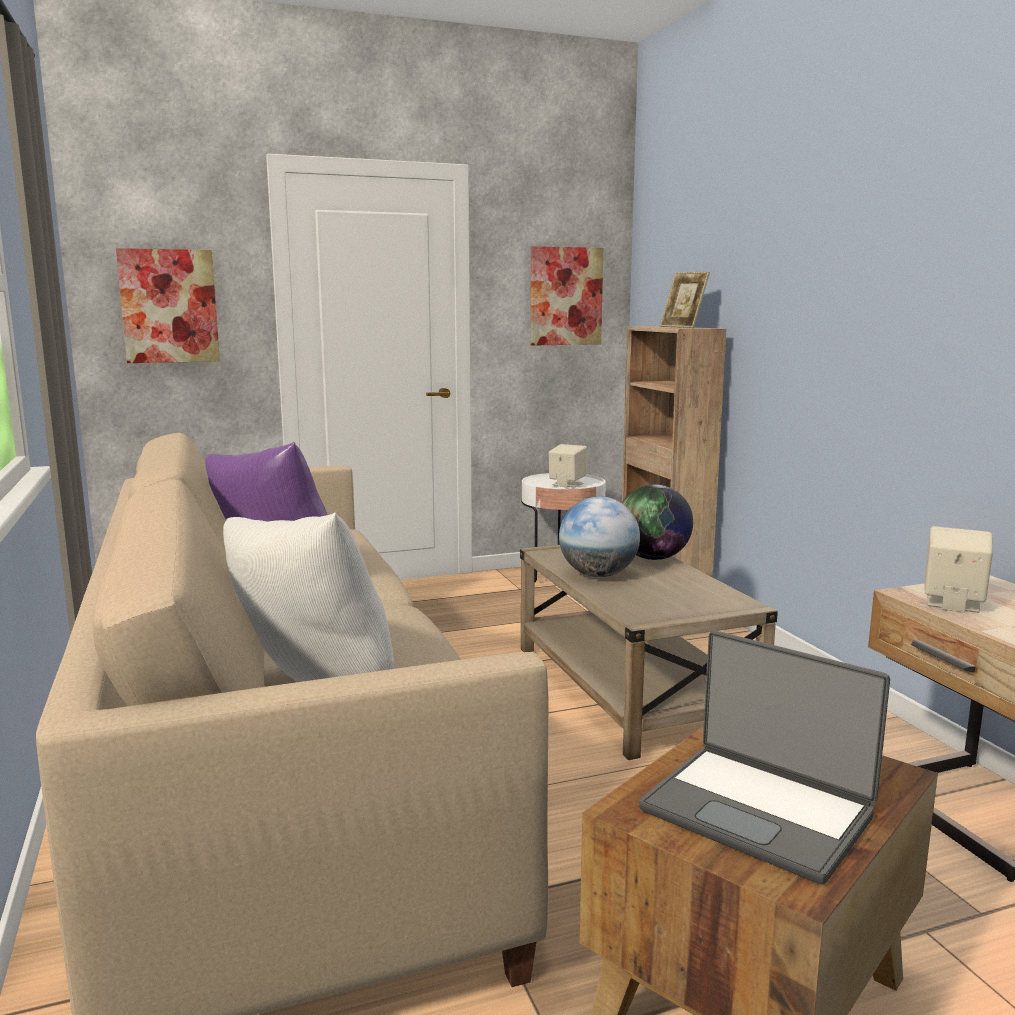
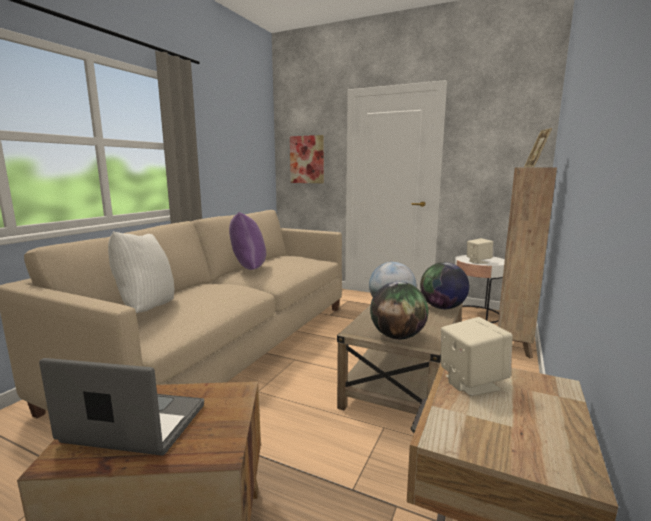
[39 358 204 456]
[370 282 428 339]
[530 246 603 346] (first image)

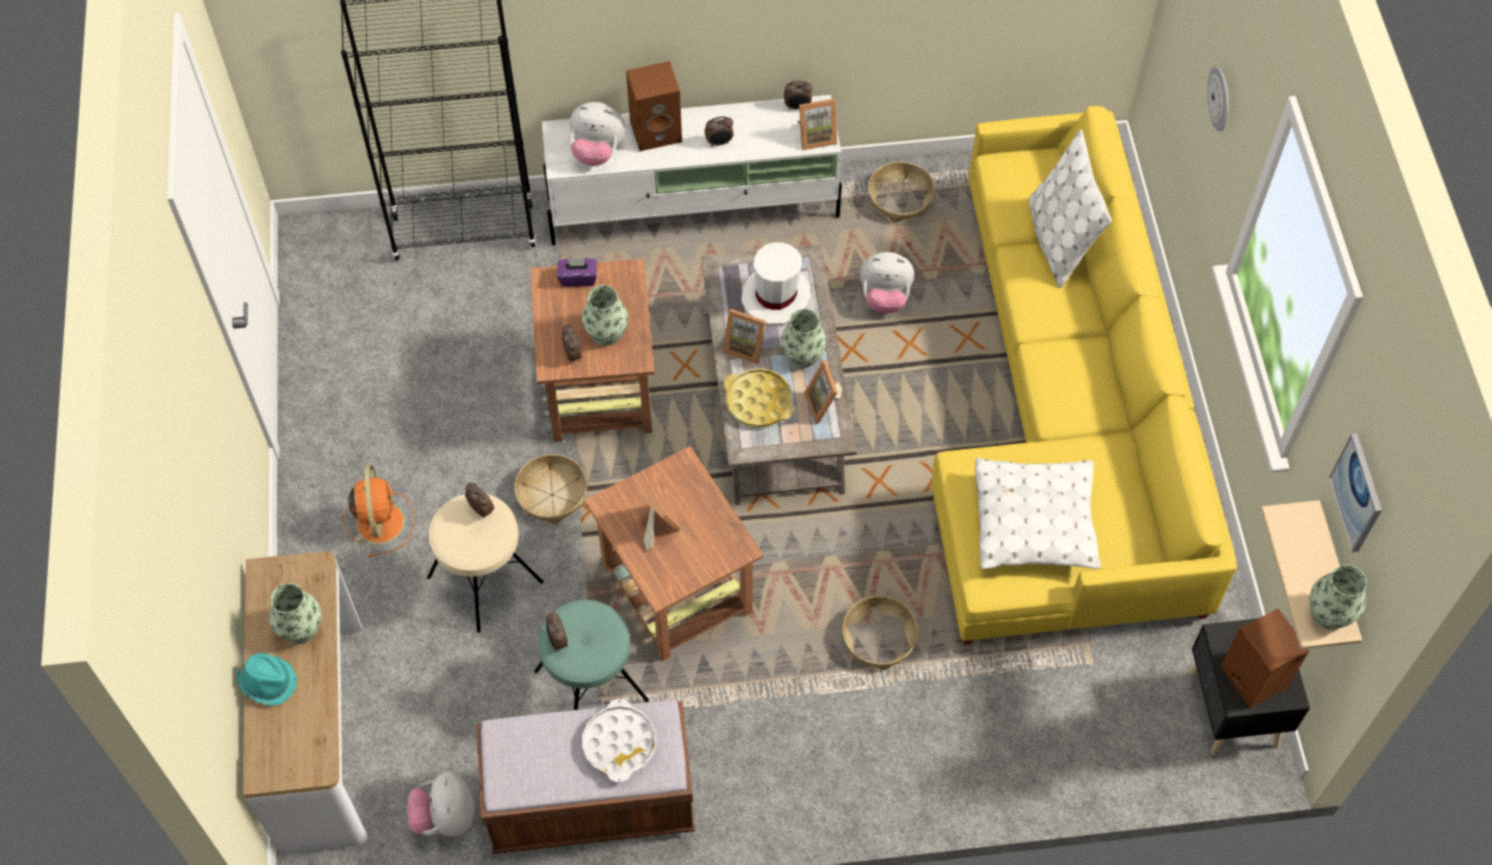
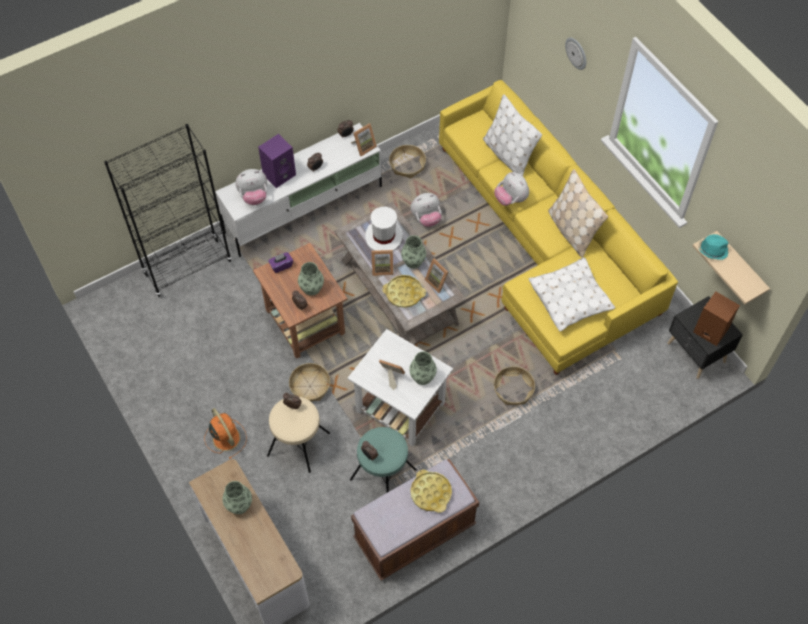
[258 134 296 188]
[347 329 453 447]
[409 352 437 385]
[410 470 452 513]
[494 172 529 206]
[548 169 608 258]
[698 234 728 260]
[1329 433 1382 552] (first image)

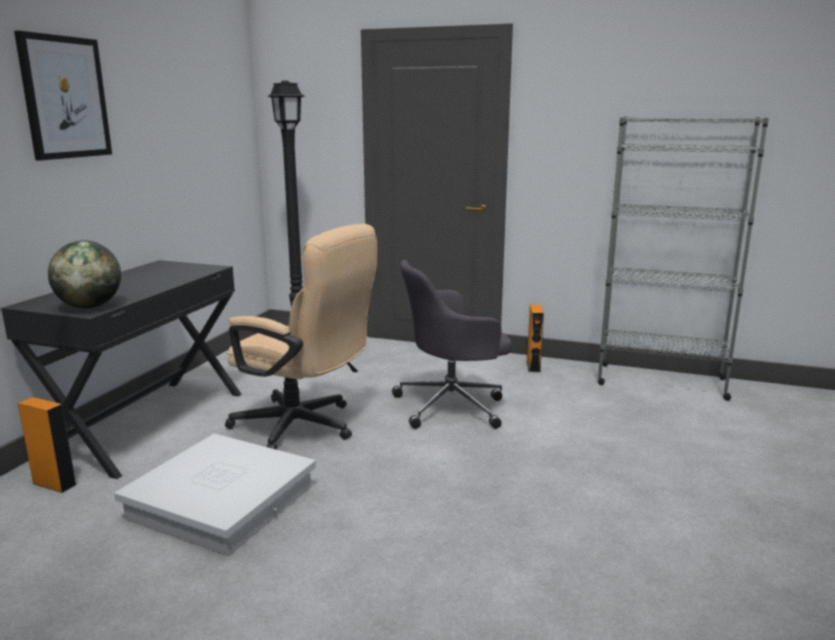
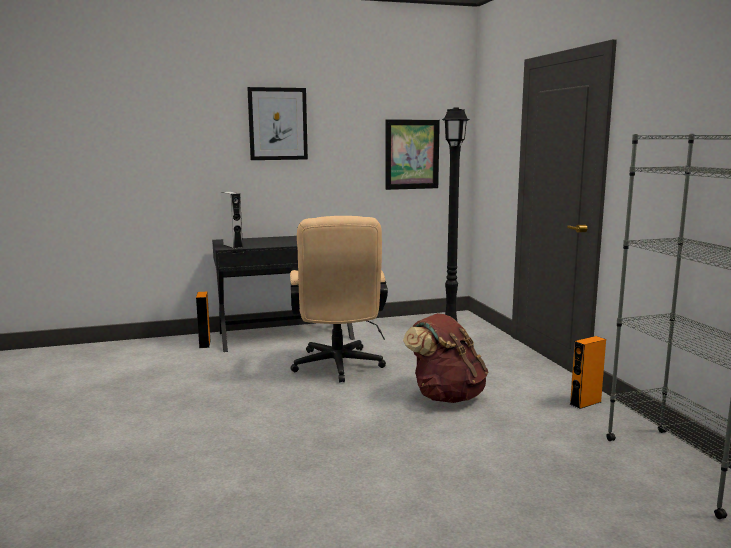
[221 192 243 249]
[385 120 440 190]
[403 313 488 403]
[114 434 316 556] (first image)

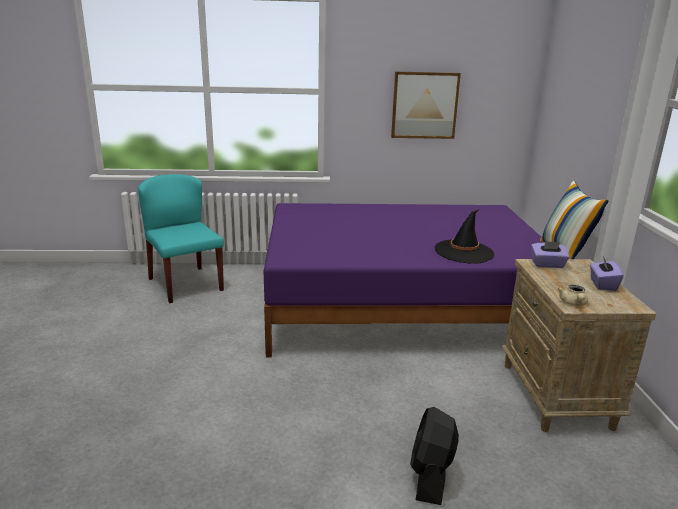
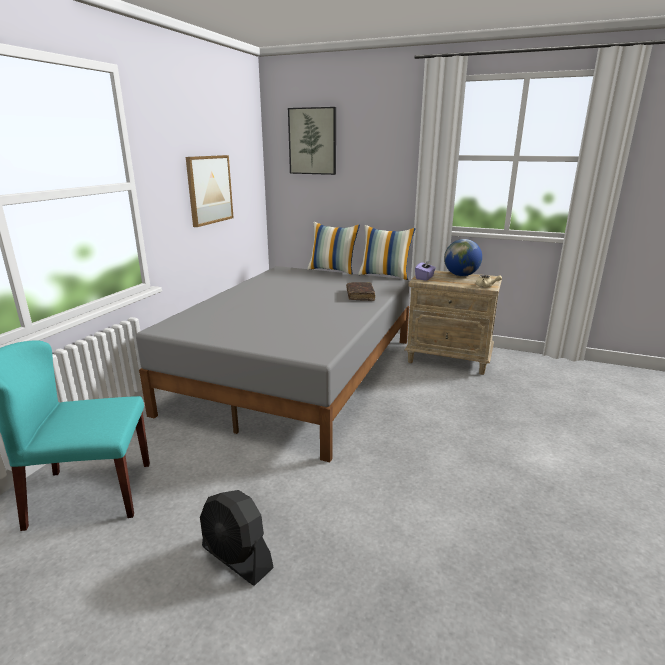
[136 266 409 462]
[200 490 274 586]
[288 107 336 175]
[307 222 360 275]
[346 282 375 301]
[444 239 482 276]

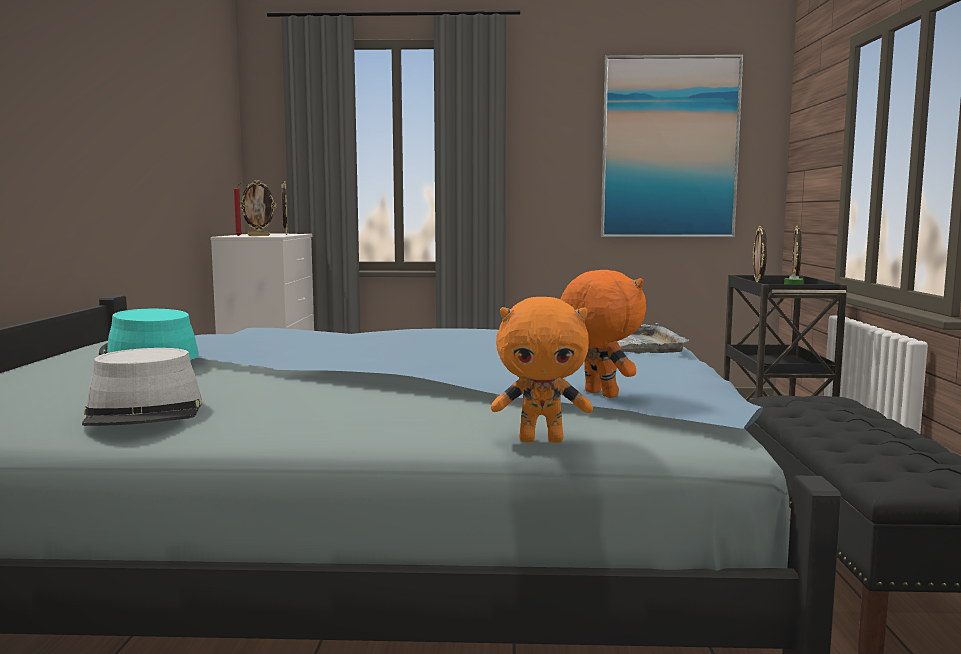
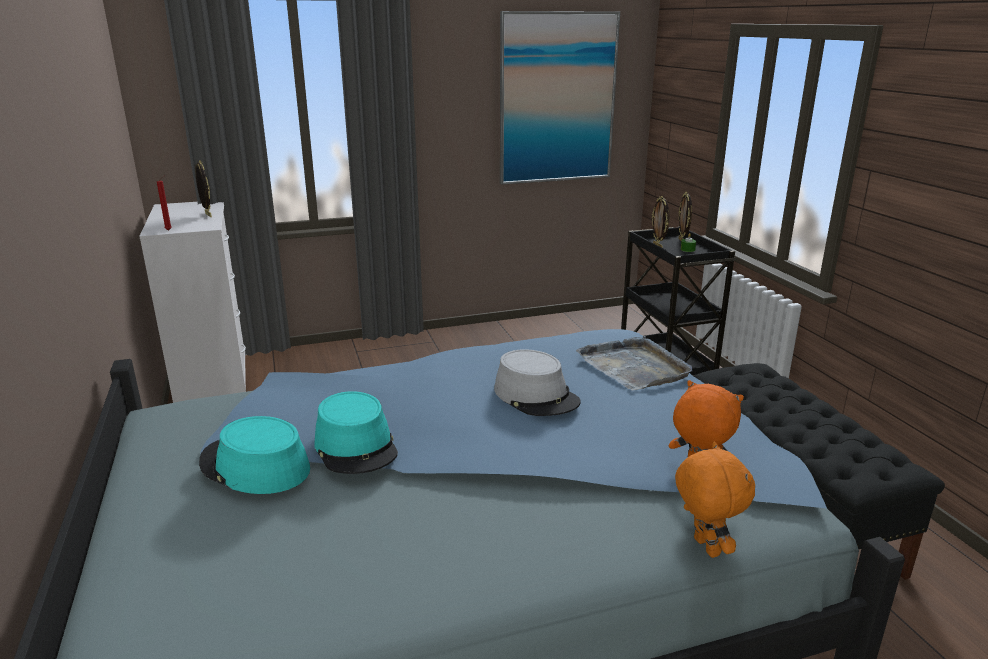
[314 391 398 474]
[494 349 581 416]
[675 442 755 558]
[240 180 277 236] (first image)

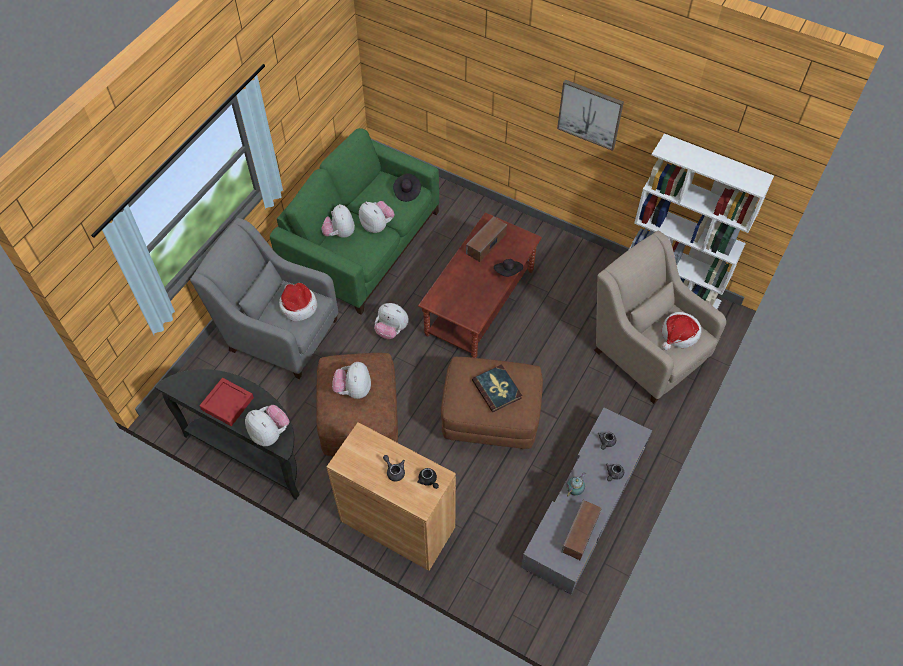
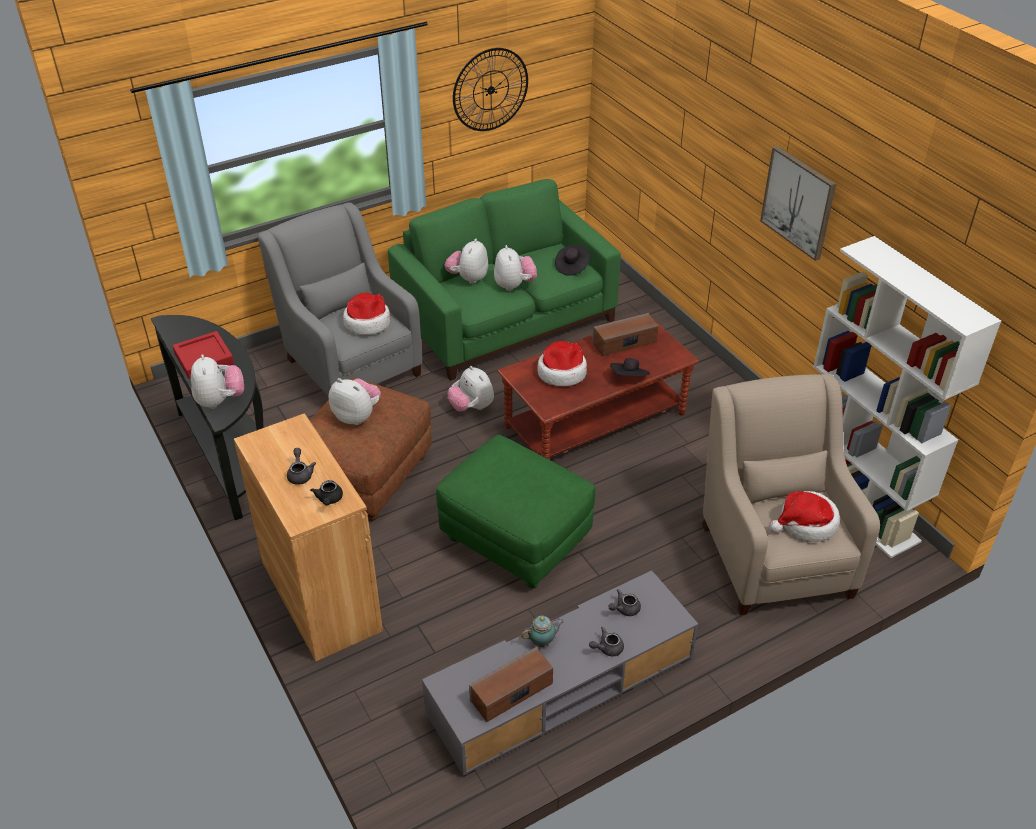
[329 378 381 425]
[436 435 595 588]
[453 48 528 131]
[537 341 587 386]
[472 364 522 412] (first image)

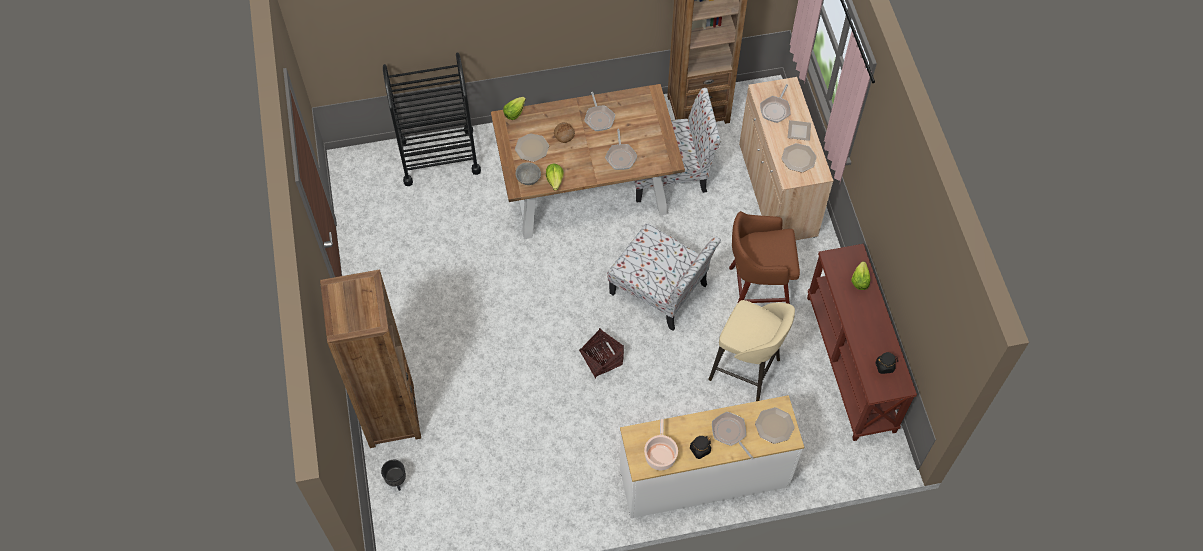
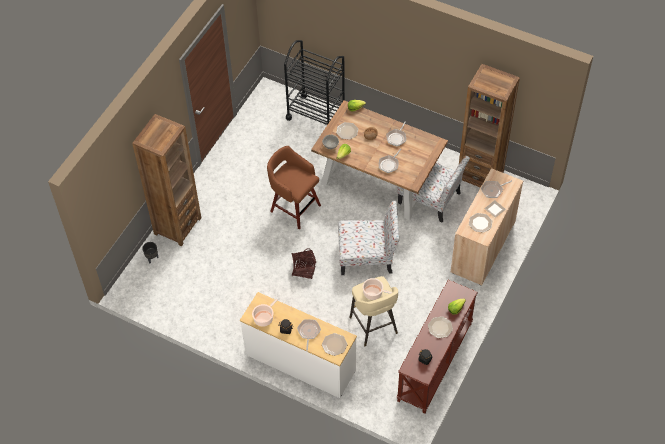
[267 146 321 229]
[338 201 399 275]
[362 278 393 300]
[428 317 453 338]

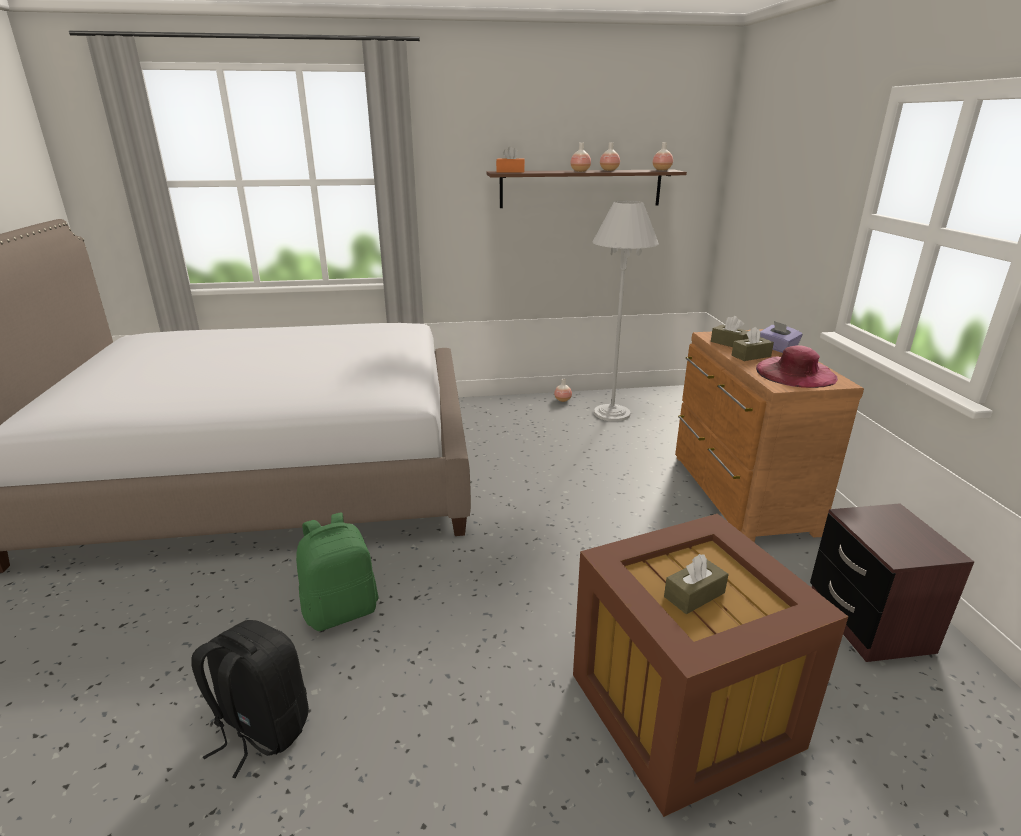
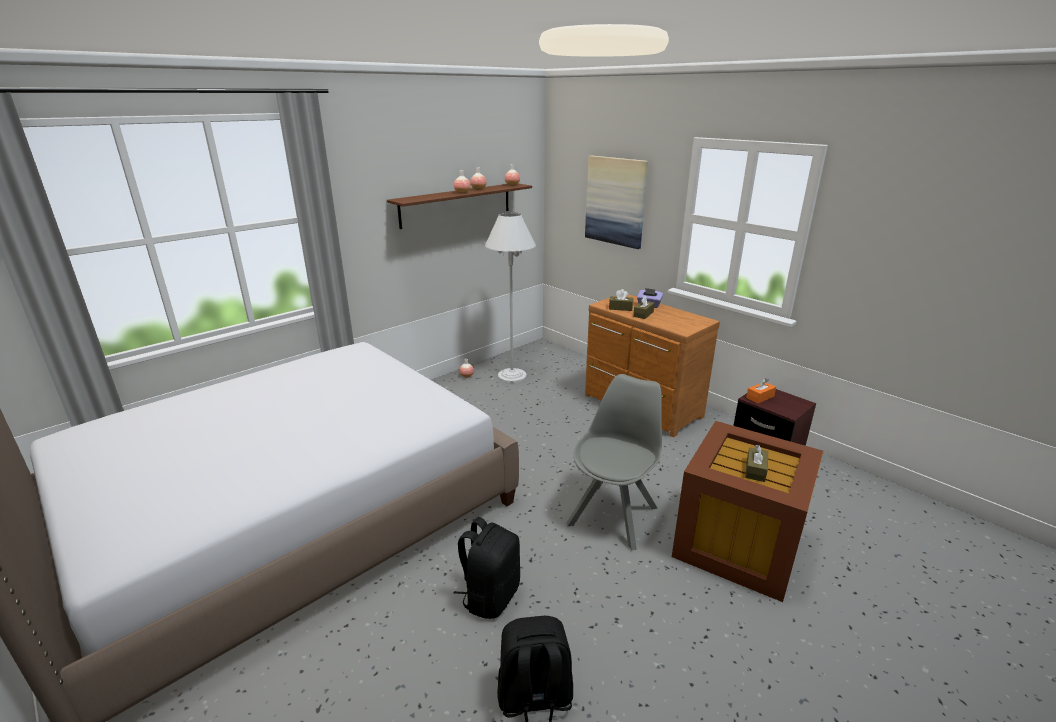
[454 517 520 619]
[566 374 662 550]
[585 156 648 249]
[746 378 776 404]
[756 345 838 388] (first image)

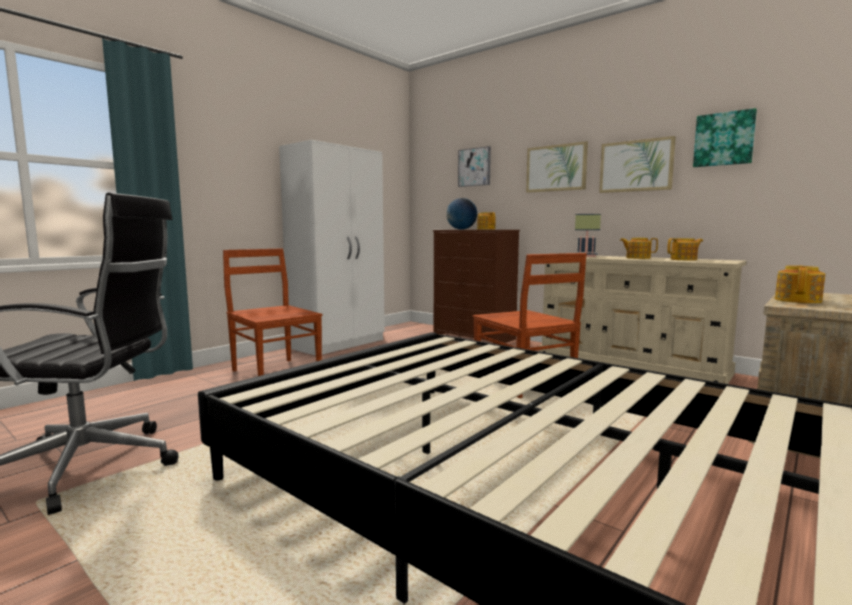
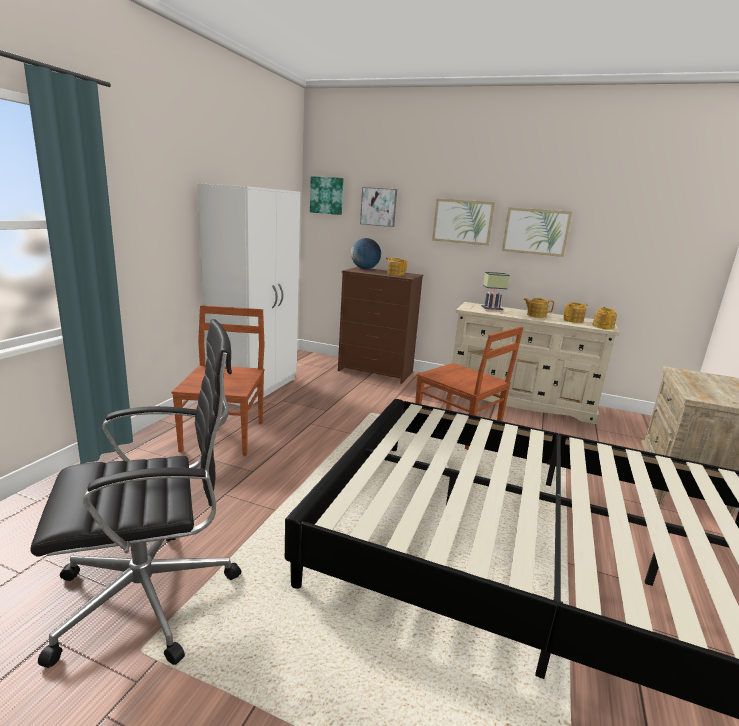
[171 305 265 456]
[310 176 344 215]
[593 307 617 330]

